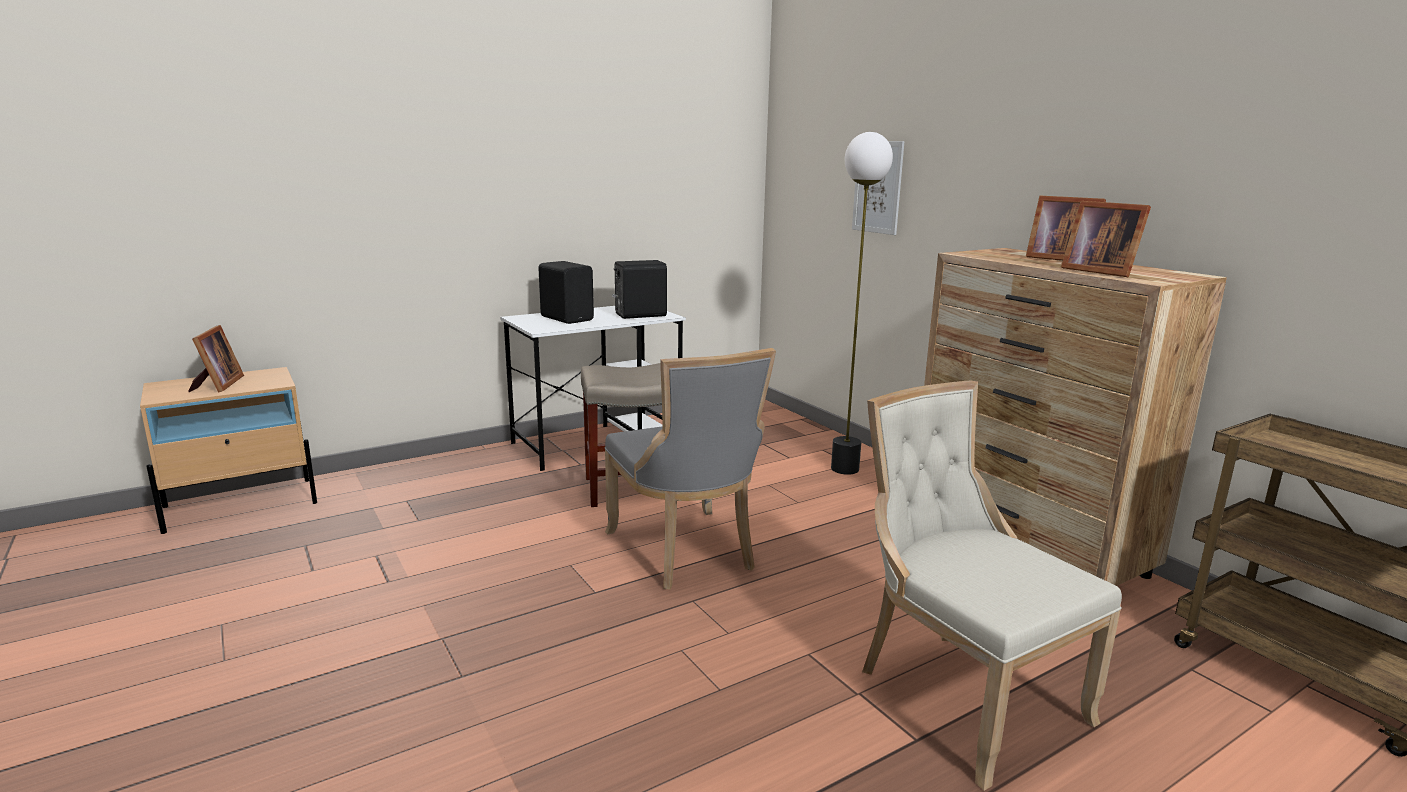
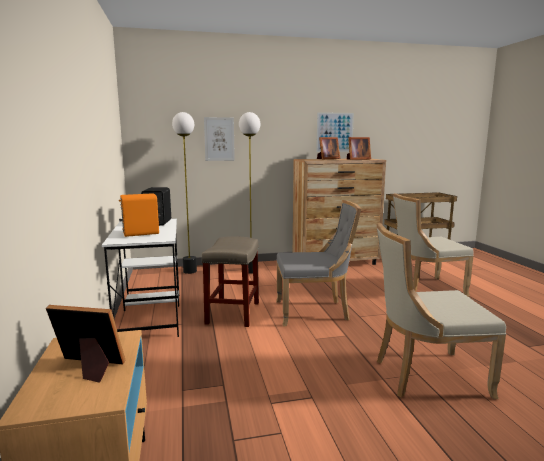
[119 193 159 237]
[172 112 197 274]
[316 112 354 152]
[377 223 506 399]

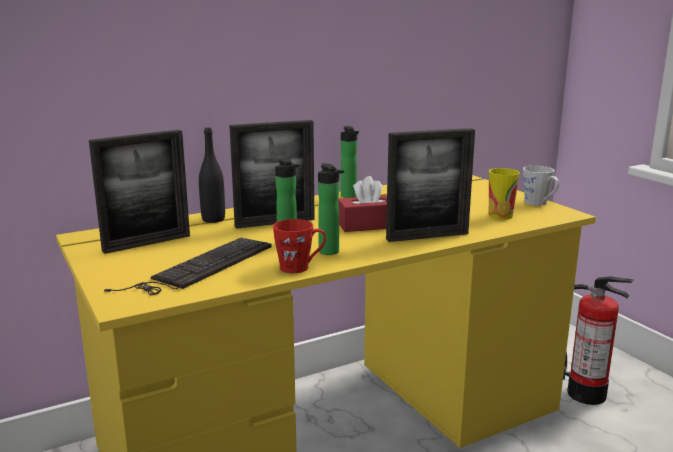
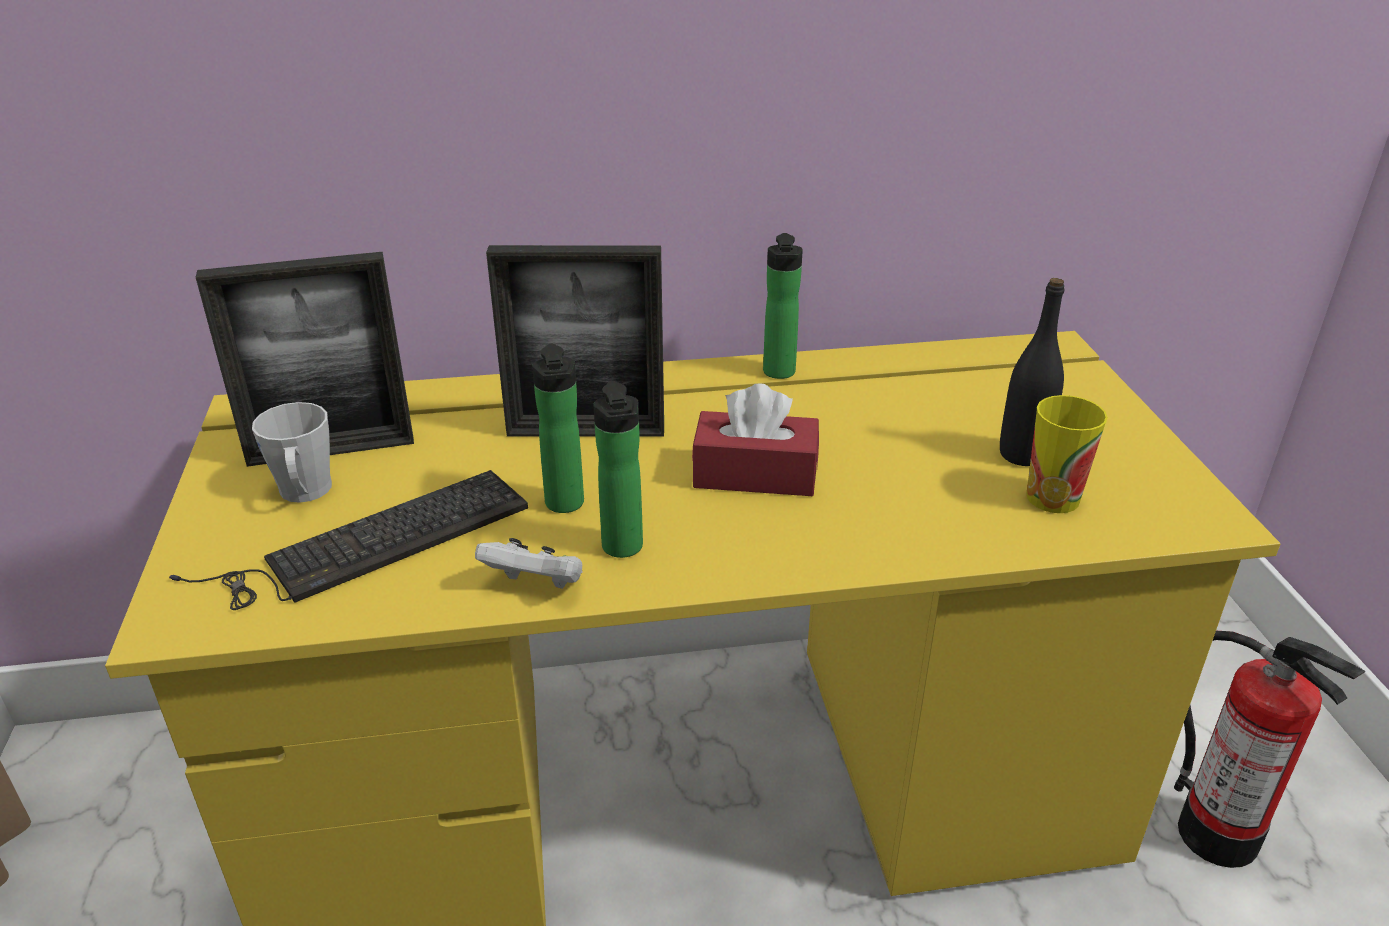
[252 402 332 503]
[475 538 583 589]
[1000 278 1064 466]
[386 128 475 242] (first image)

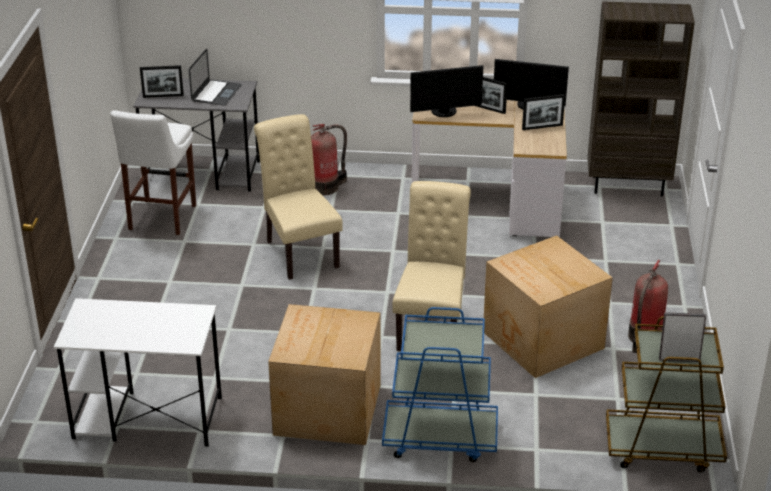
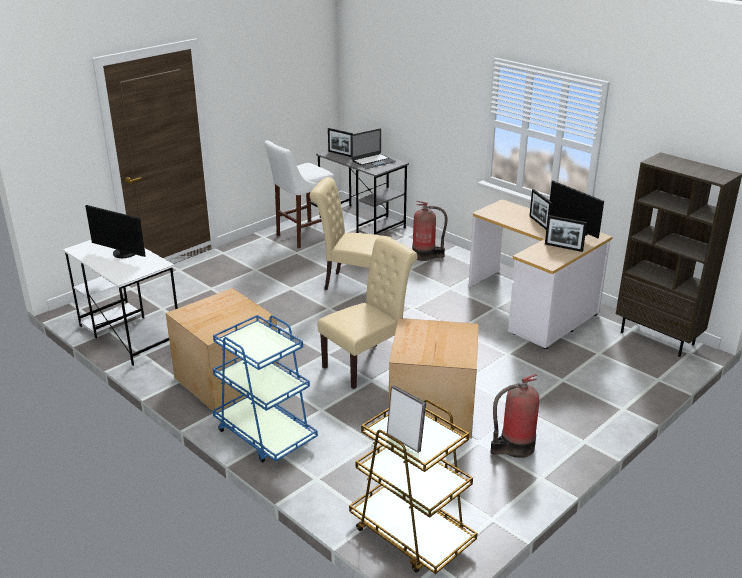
[85 205 146 258]
[310 177 393 290]

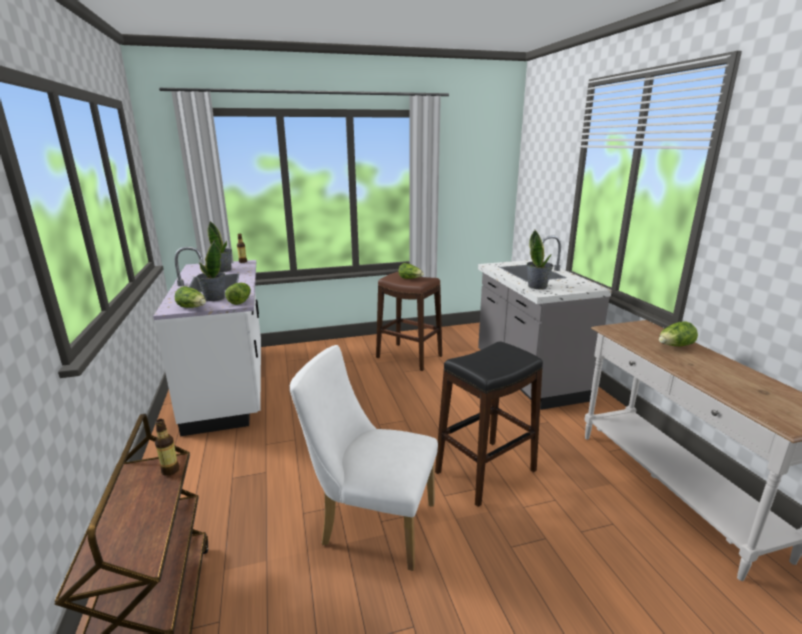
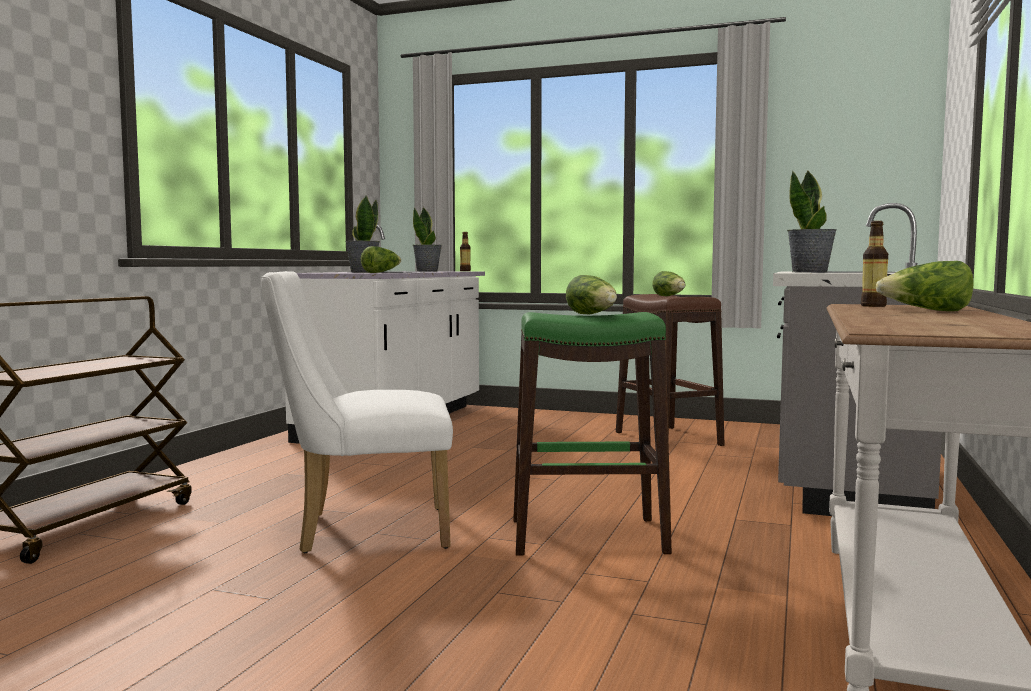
[261 271 453 553]
[513 312 672 556]
[566 275 617 314]
[861 221 888 307]

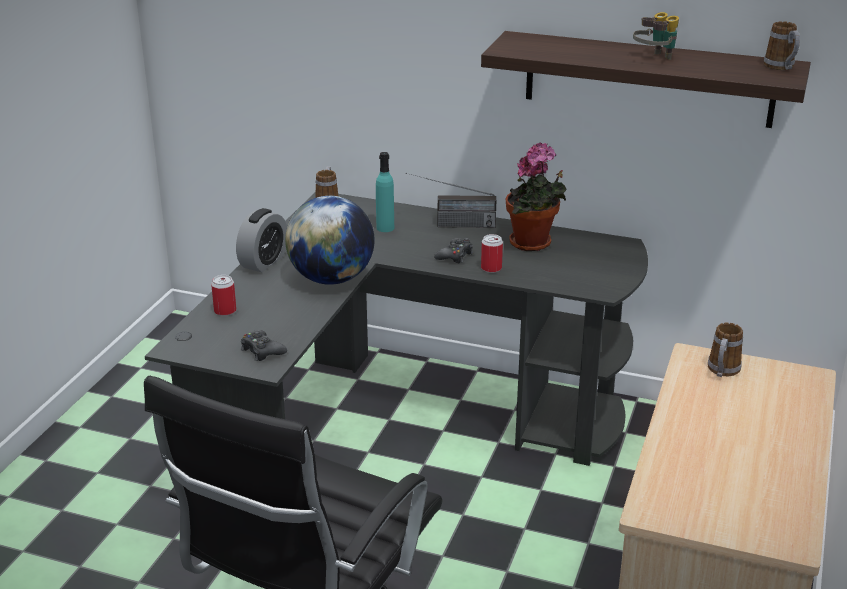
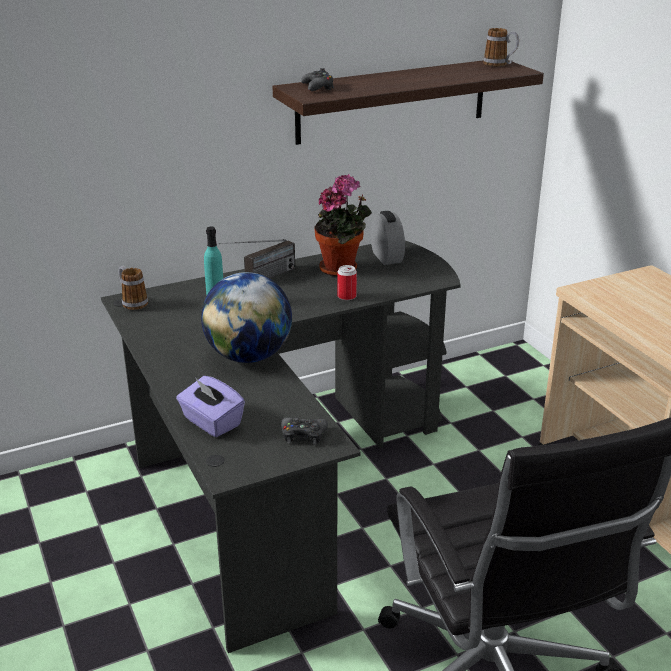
[176 376 245 437]
[301 68 334 91]
[370 211 405 265]
[633 12 679 60] (first image)
[708 322 743 377] (first image)

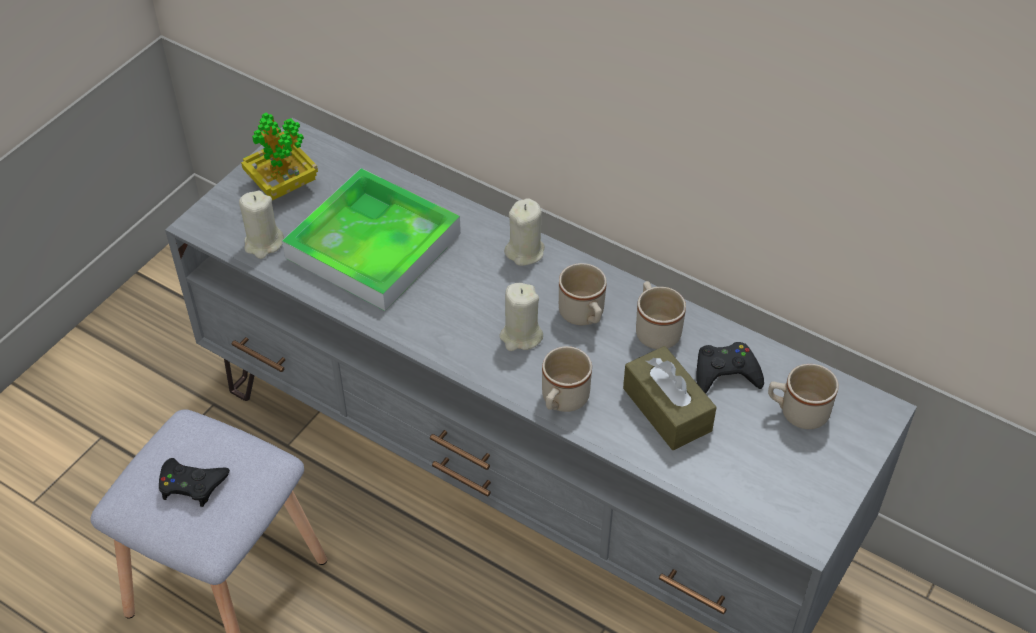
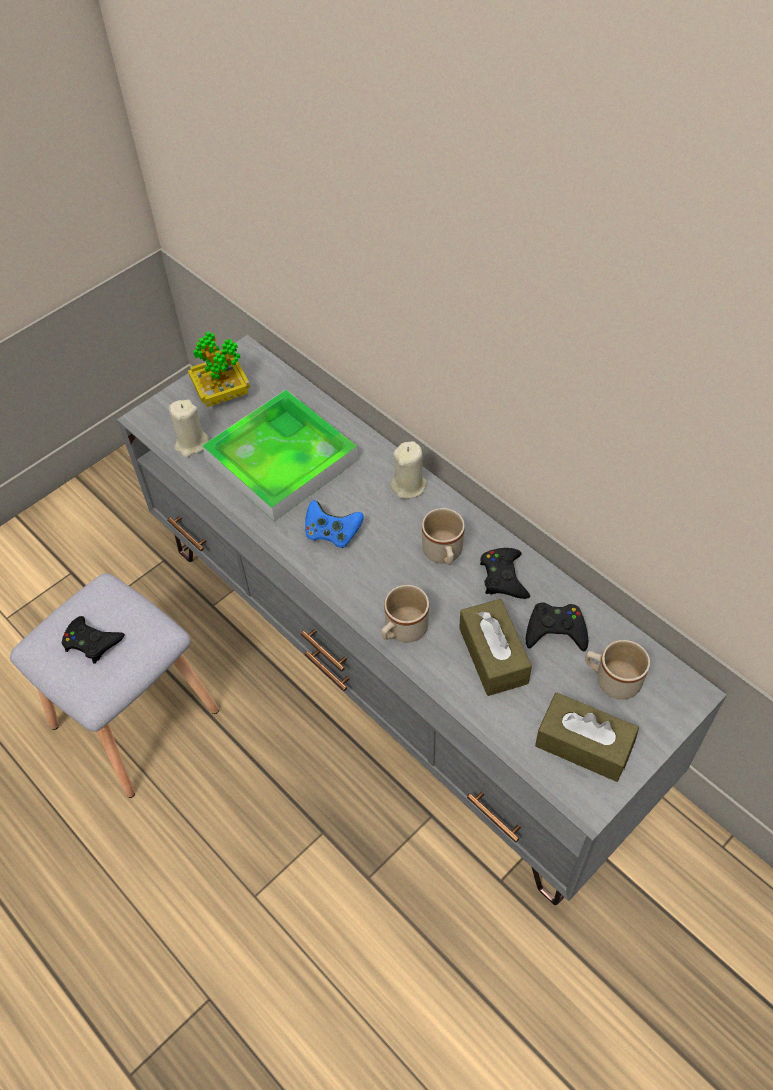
[305 500 364 548]
[480 548 530 599]
[535 692 639 782]
[499 283 543 351] (first image)

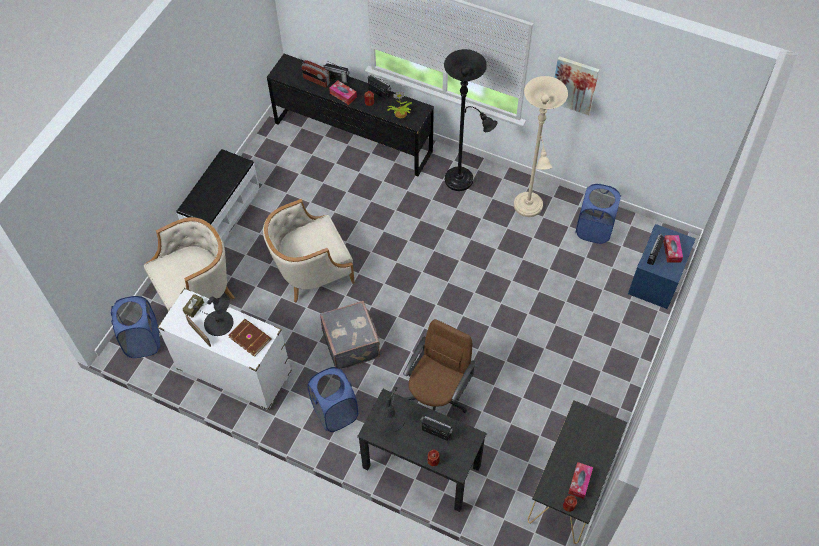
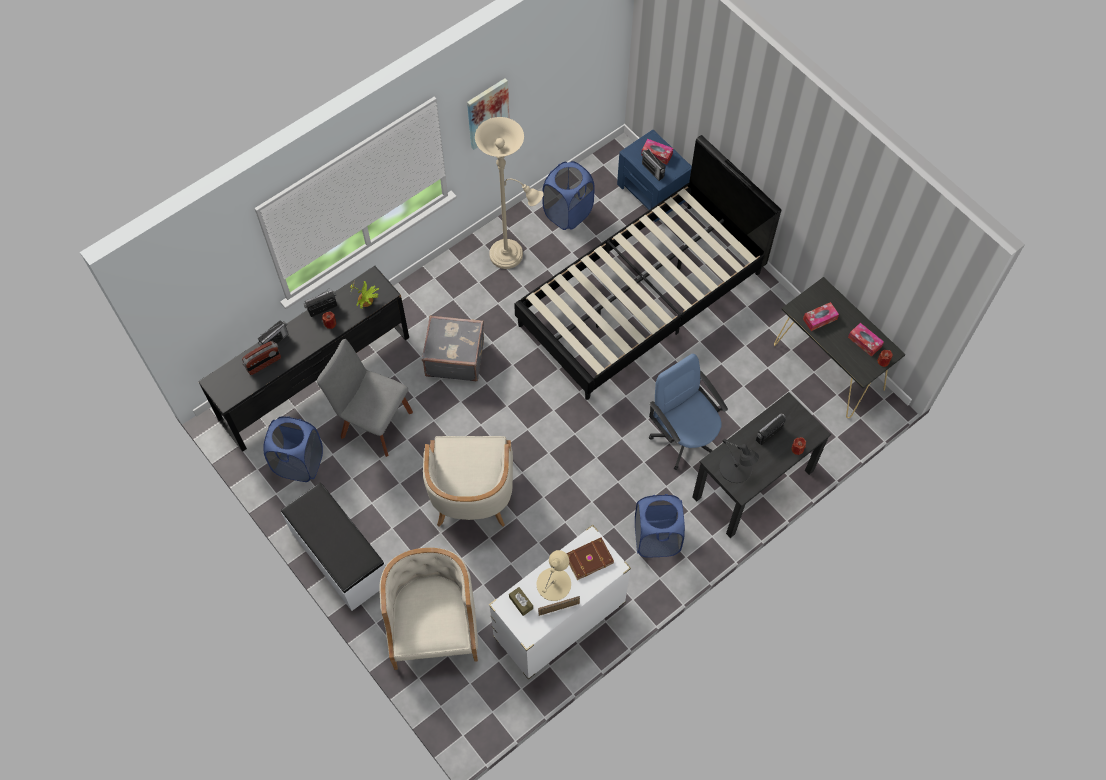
[263 416 323 482]
[317 339 413 457]
[422 315 484 381]
[514 135 781 400]
[537 550 571 601]
[649 354 728 470]
[803 302 839 331]
[444 49 498 191] (first image)

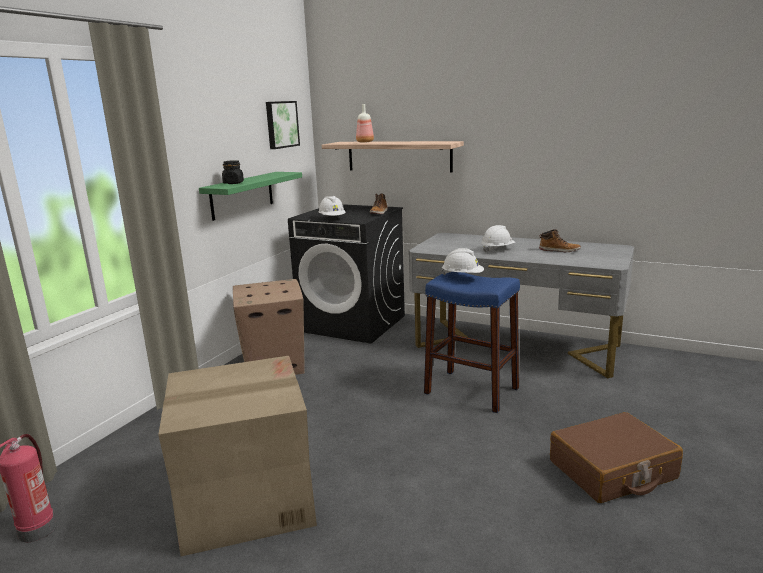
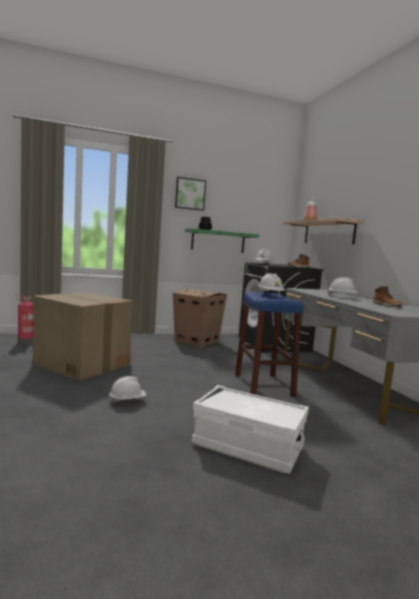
[109 376 146 403]
[175 177 206 211]
[192 385 309 474]

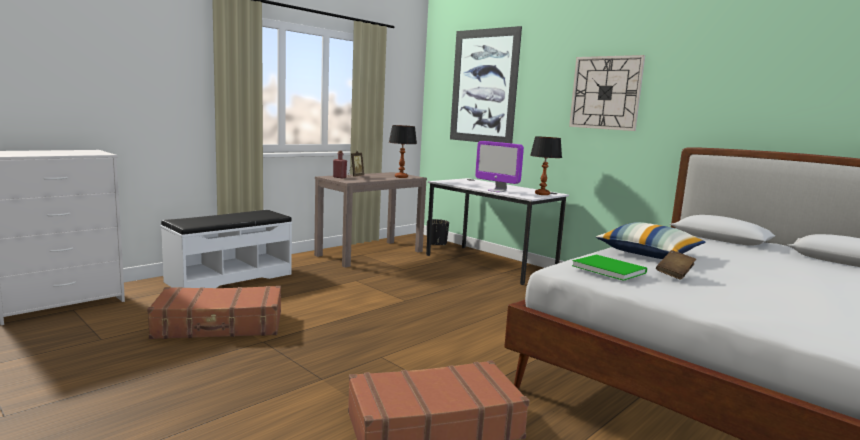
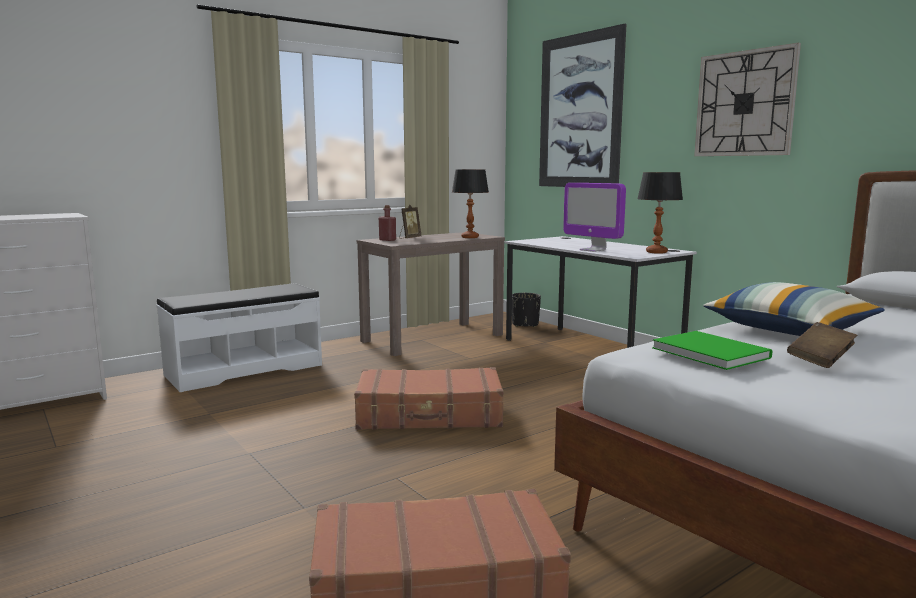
[354 367 504 430]

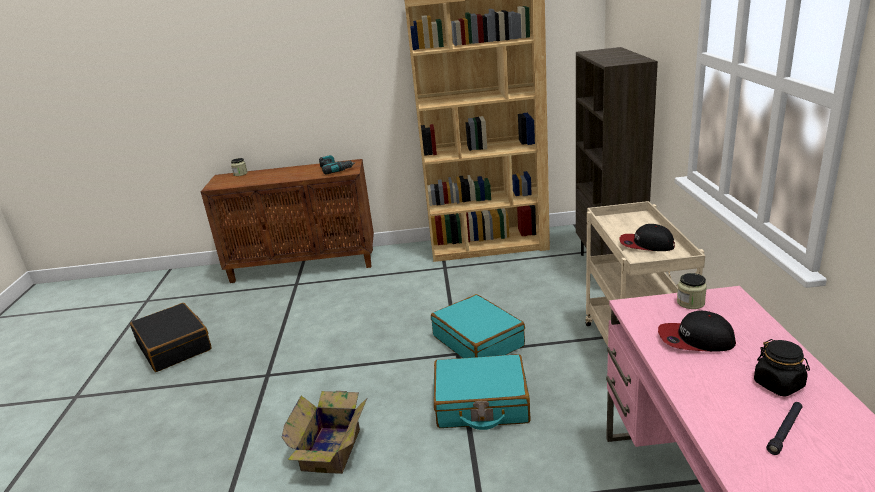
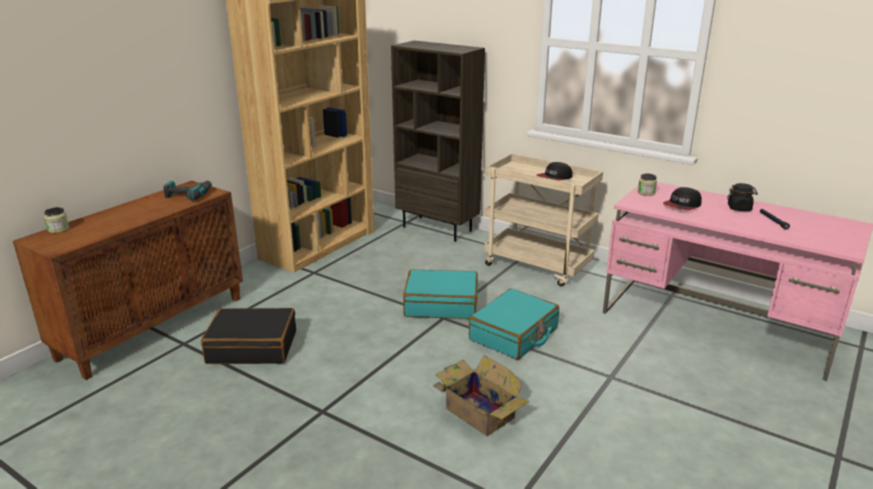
[201 308 296 364]

